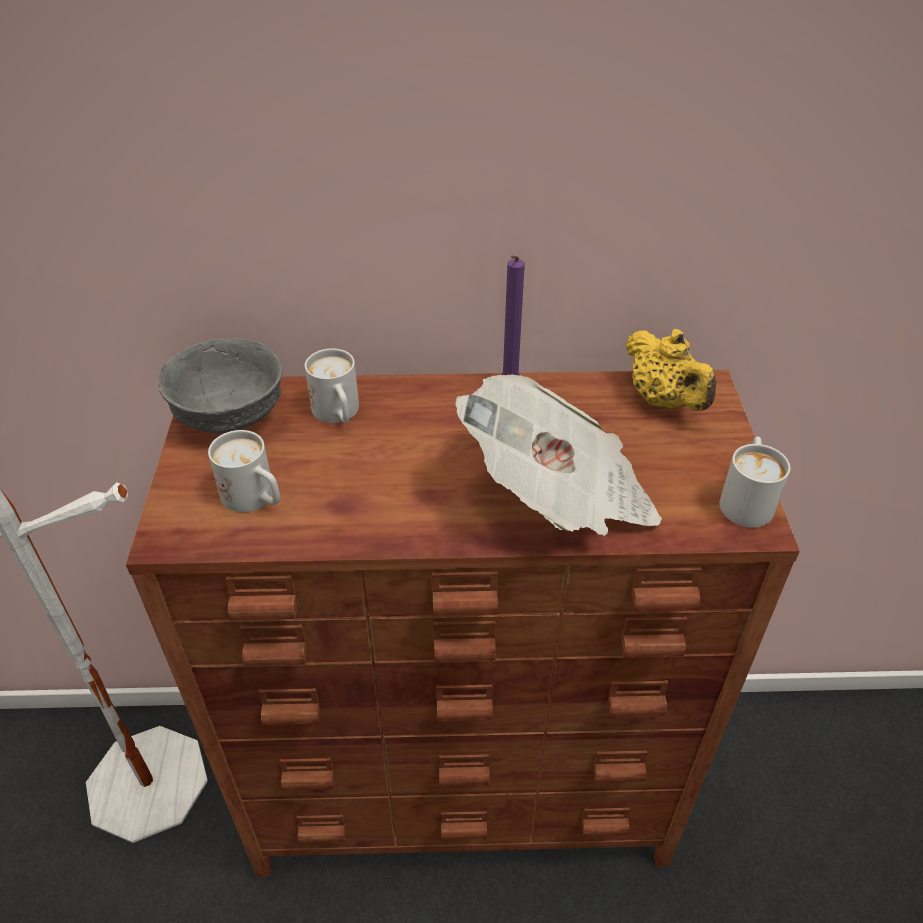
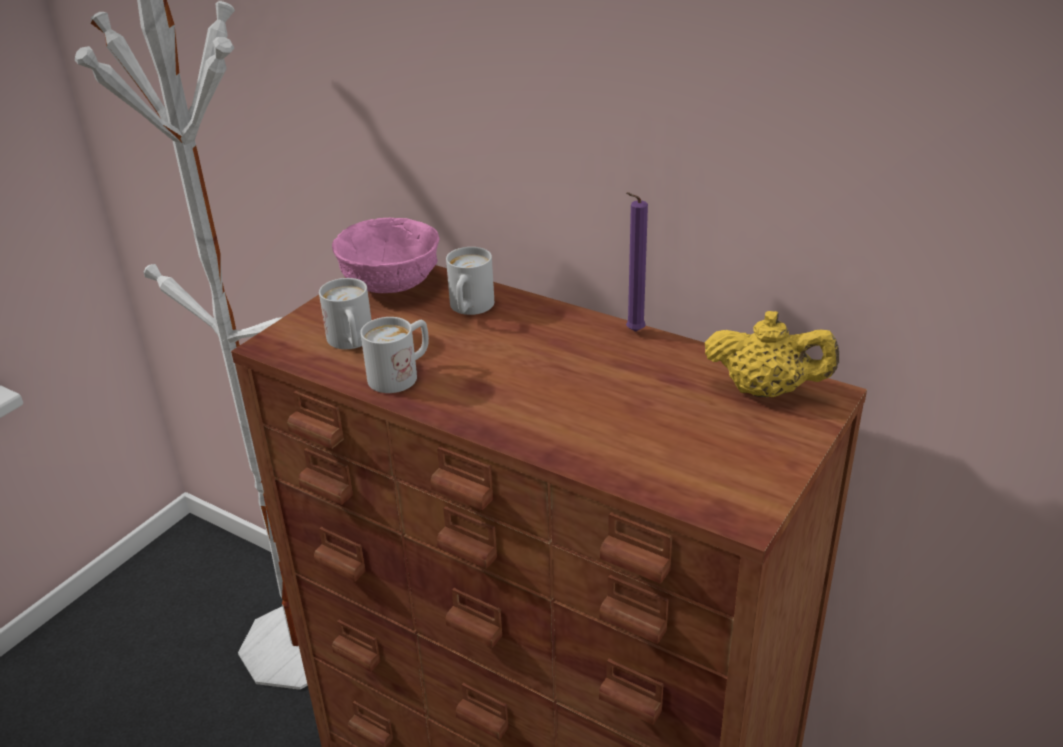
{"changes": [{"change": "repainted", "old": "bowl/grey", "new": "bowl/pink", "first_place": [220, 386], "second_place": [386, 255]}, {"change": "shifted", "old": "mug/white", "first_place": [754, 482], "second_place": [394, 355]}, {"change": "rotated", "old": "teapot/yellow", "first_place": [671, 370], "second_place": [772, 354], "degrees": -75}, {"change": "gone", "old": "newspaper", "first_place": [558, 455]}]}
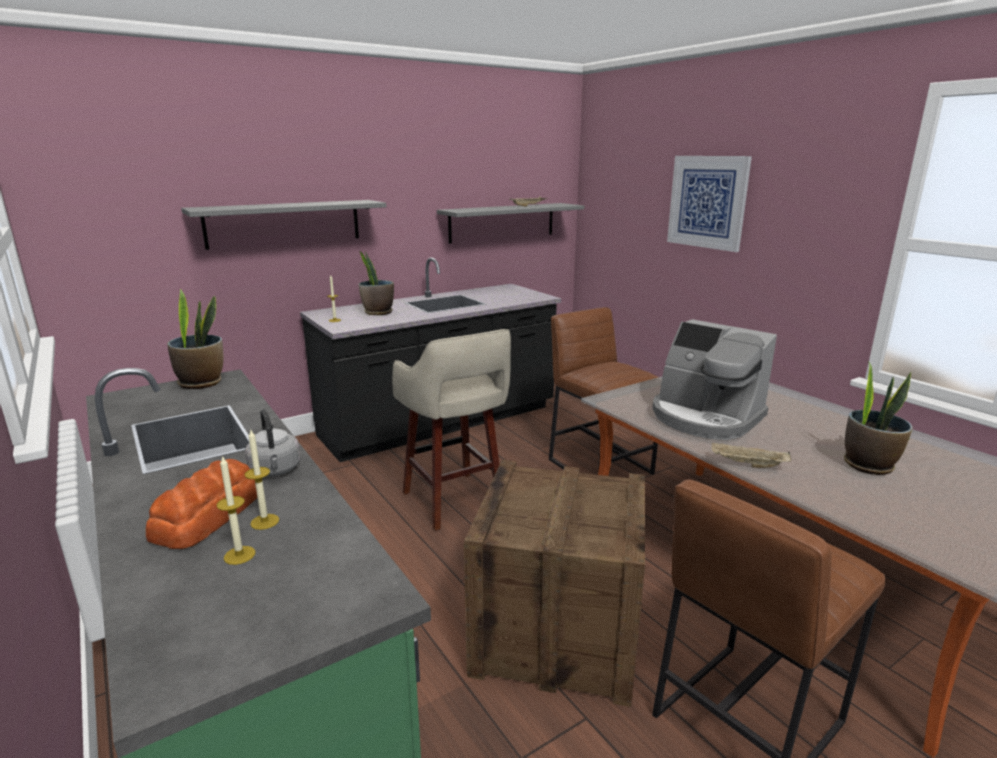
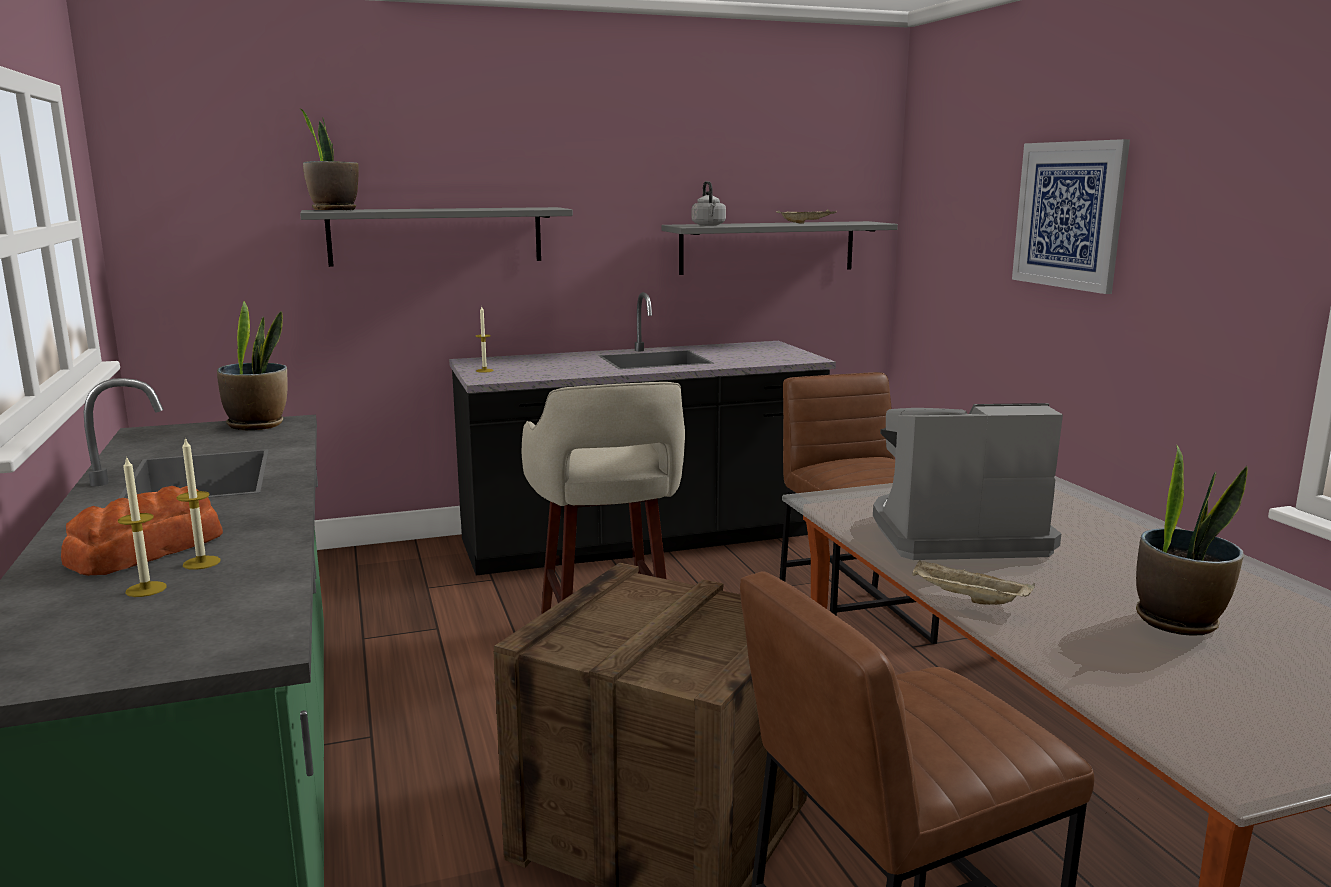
{"changes": [{"change": "shifted", "old": "potted plant", "first_place": [376, 283], "second_place": [329, 159]}, {"change": "shifted", "old": "kettle/grey", "first_place": [272, 442], "second_place": [709, 203]}, {"change": "rotated", "old": "coffee machine", "first_place": [714, 379], "second_place": [968, 481], "degrees": 120}]}
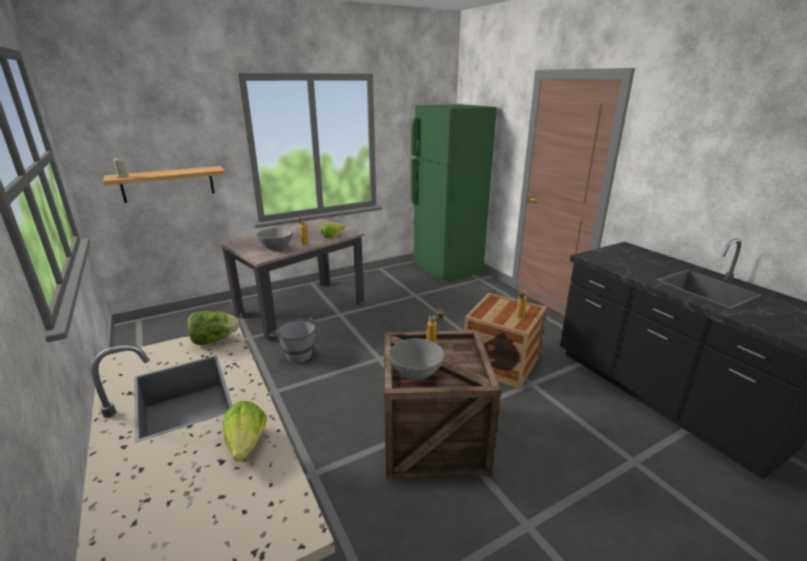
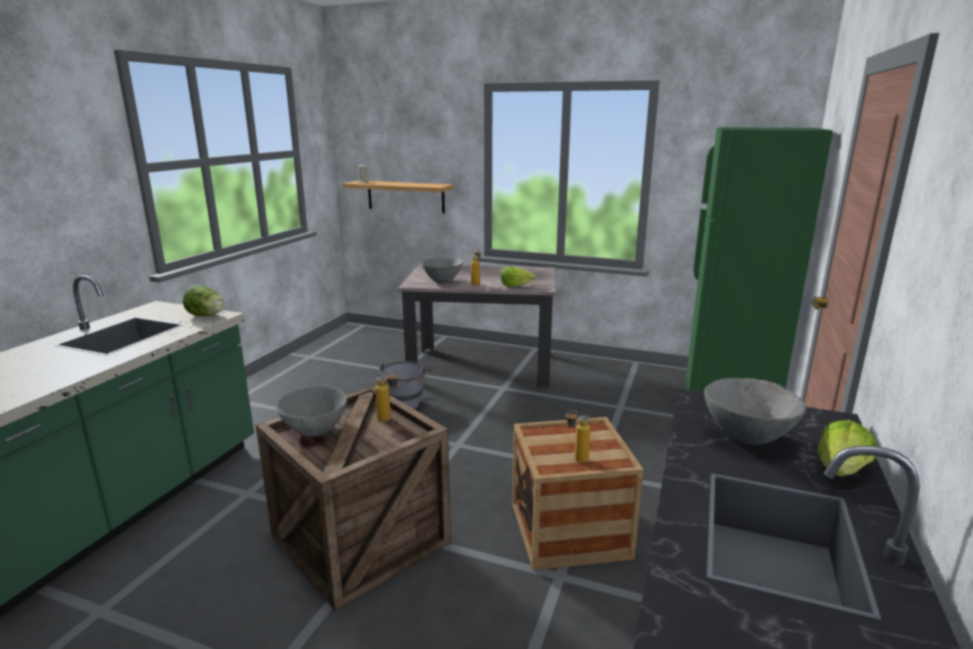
{"changes": [{"change": "new", "new": "bowl/grey", "second_place": [755, 411]}, {"change": "shifted", "old": "lettuce", "first_place": [245, 431], "second_place": [847, 448]}]}
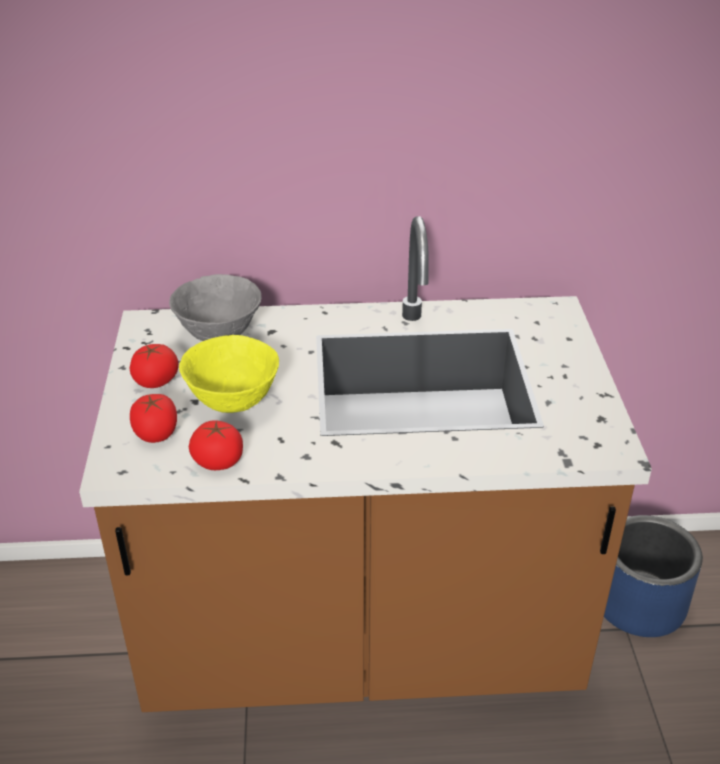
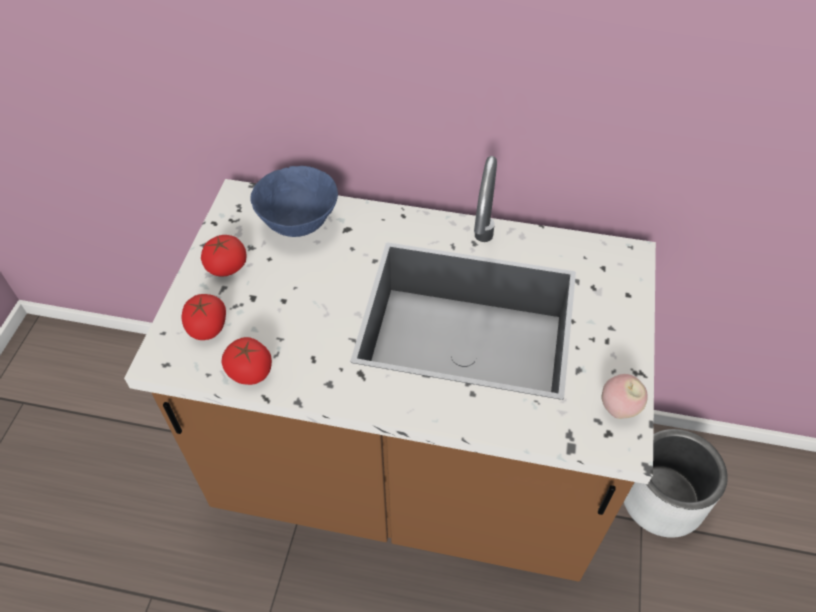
{"changes": [{"change": "repainted", "old": "bowl/grey", "new": "bowl/blue", "first_place": [215, 307], "second_place": [294, 201]}, {"change": "new", "new": "apple", "second_place": [624, 396]}, {"change": "repainted", "old": "planter/blue", "new": "planter/grey", "first_place": [653, 576], "second_place": [676, 483]}, {"change": "gone", "old": "bowl/yellow", "first_place": [229, 374]}]}
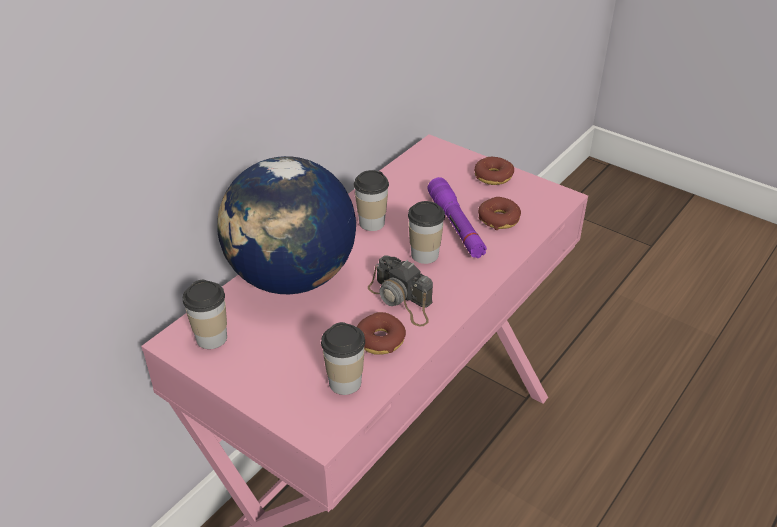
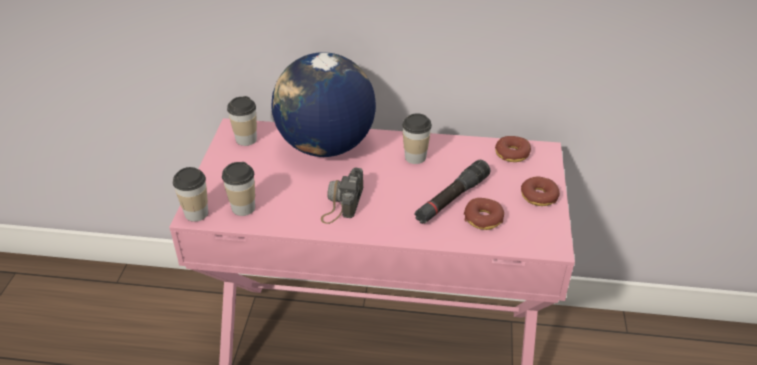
{"changes": [{"change": "shifted", "old": "cup", "first_place": [426, 232], "second_place": [190, 194]}, {"change": "repainted", "old": "flashlight/purple", "new": "flashlight/black", "first_place": [457, 217], "second_place": [453, 192]}, {"change": "shifted", "old": "donut", "first_place": [381, 333], "second_place": [513, 149]}]}
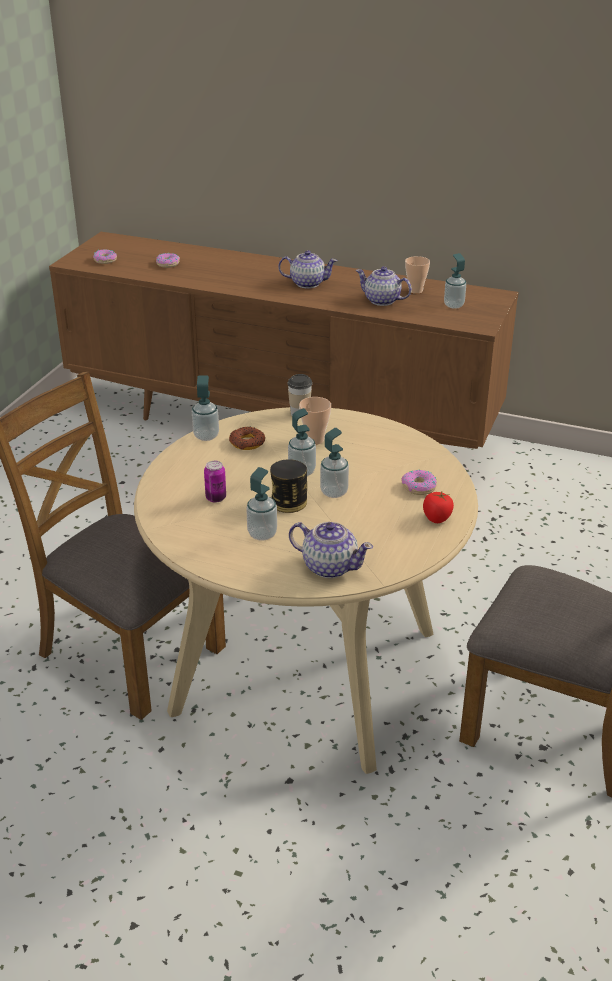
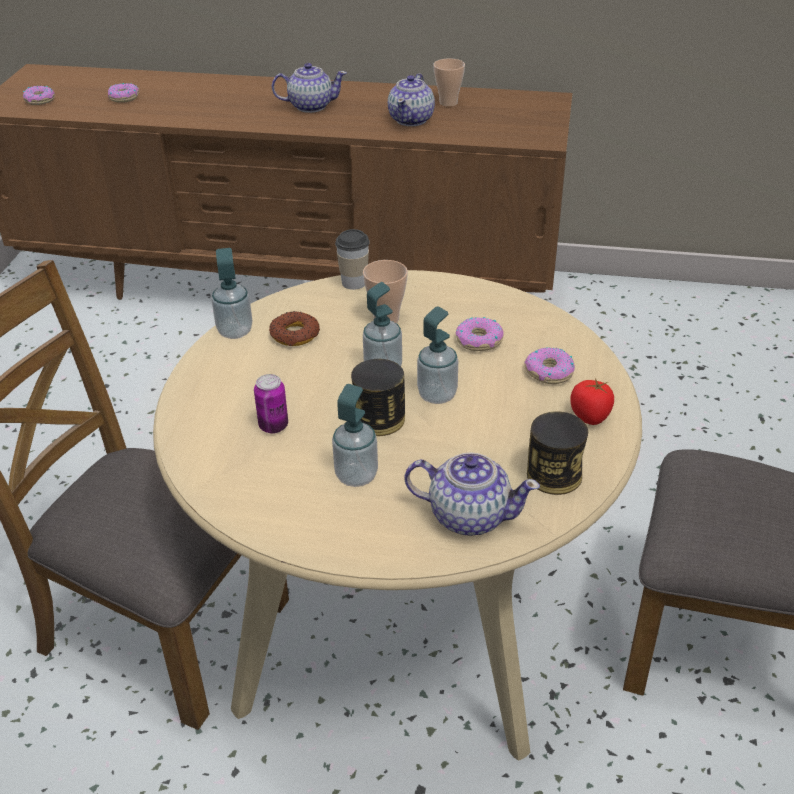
{"changes": [{"change": "rotated", "old": "teapot", "first_place": [384, 286], "second_place": [411, 99], "degrees": -90}, {"change": "new", "new": "donut", "second_place": [480, 334]}, {"change": "new", "new": "can", "second_place": [557, 453]}, {"change": "gone", "old": "soap dispenser", "first_place": [455, 281]}]}
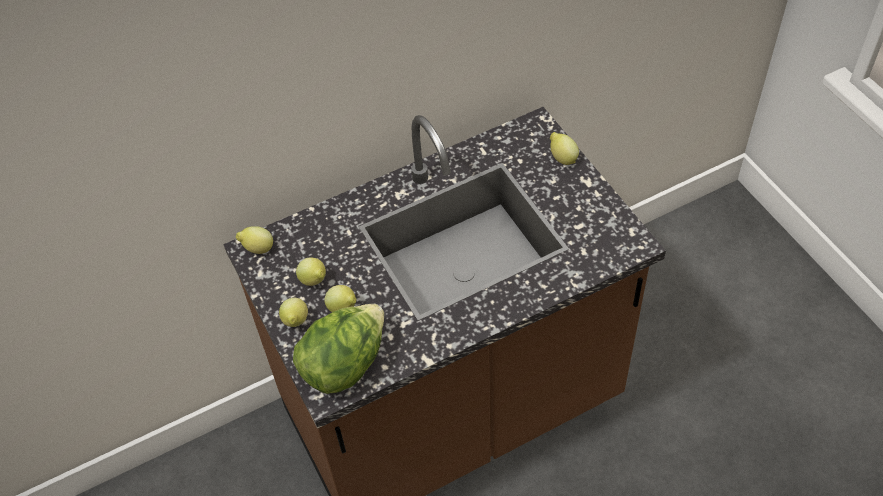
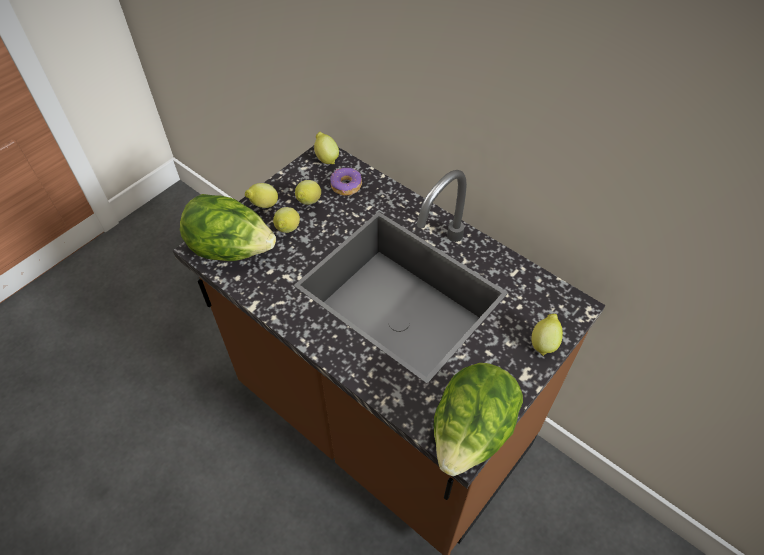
{"changes": [{"change": "new", "new": "donut", "second_place": [346, 182]}, {"change": "new", "new": "lettuce", "second_place": [478, 419]}]}
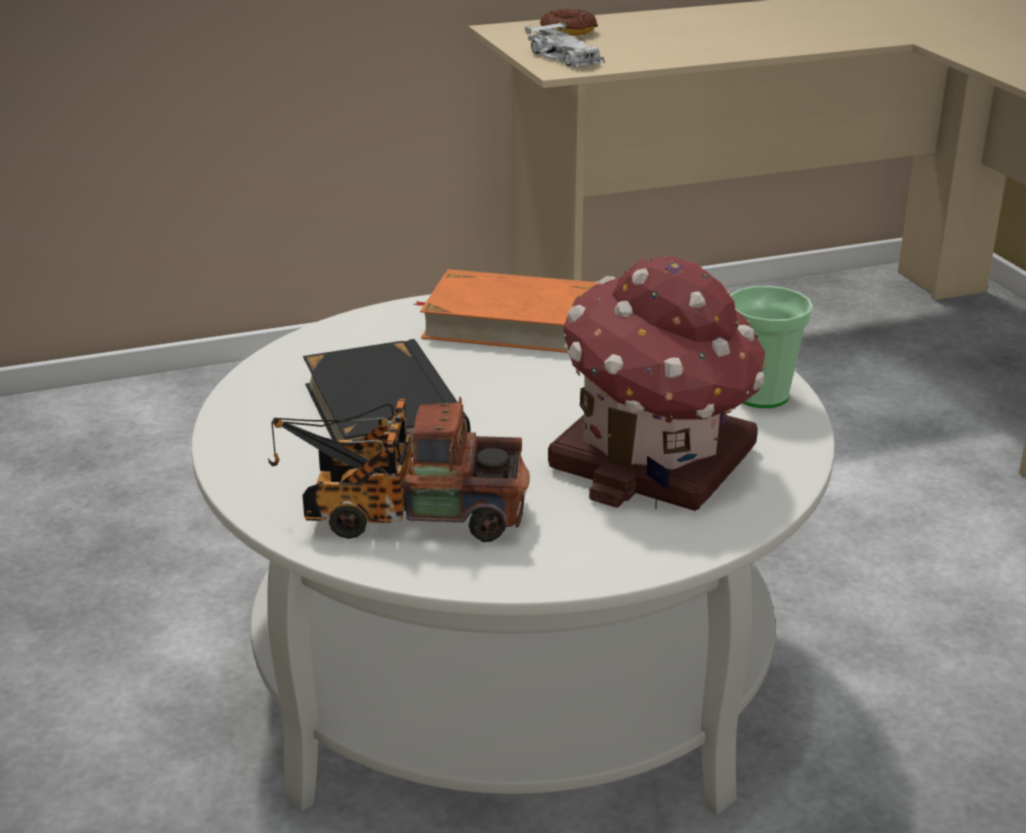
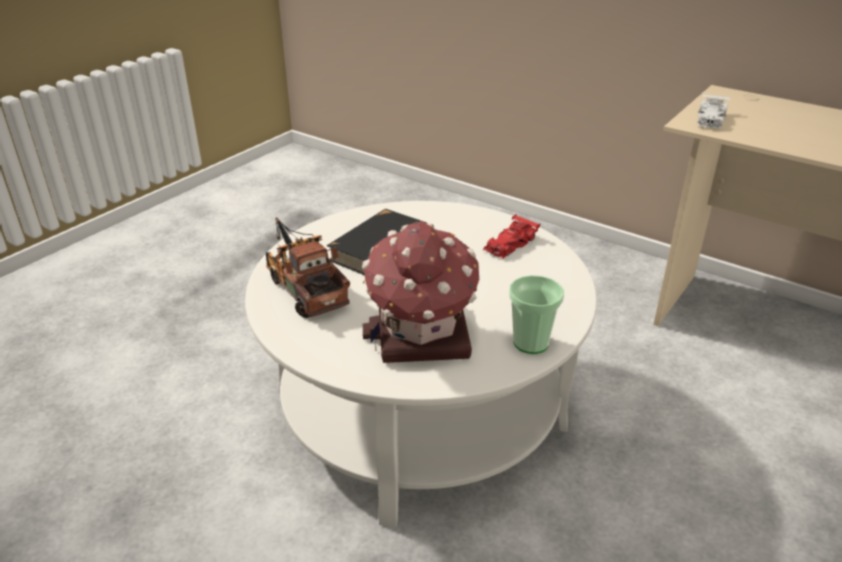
{"changes": [{"change": "swapped", "old": "book/orange", "new": "toy car/red", "first_place": [506, 311], "second_place": [512, 236]}, {"change": "gone", "old": "donut", "first_place": [569, 22]}]}
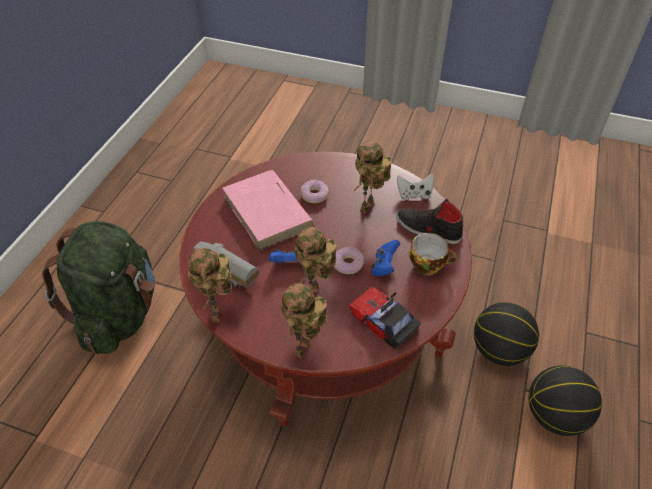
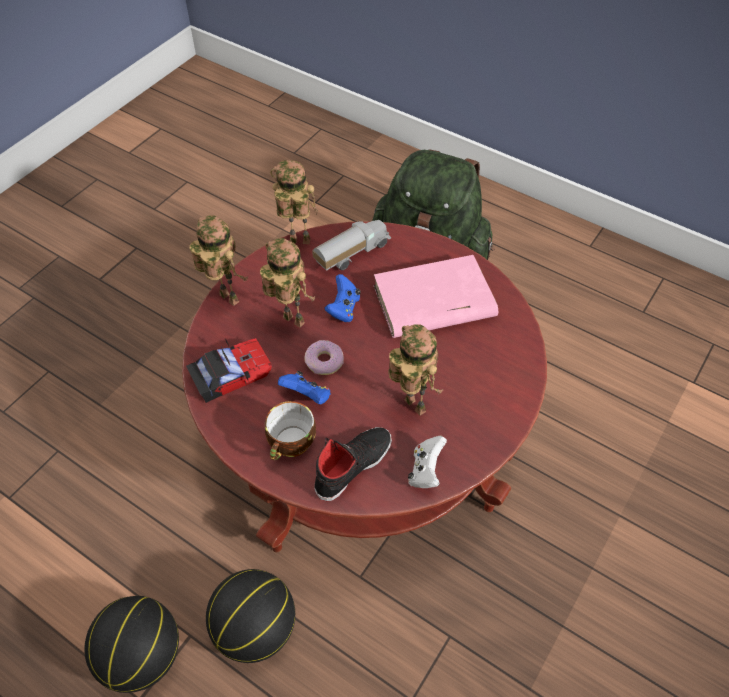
{"changes": [{"change": "gone", "old": "donut", "first_place": [315, 191]}]}
